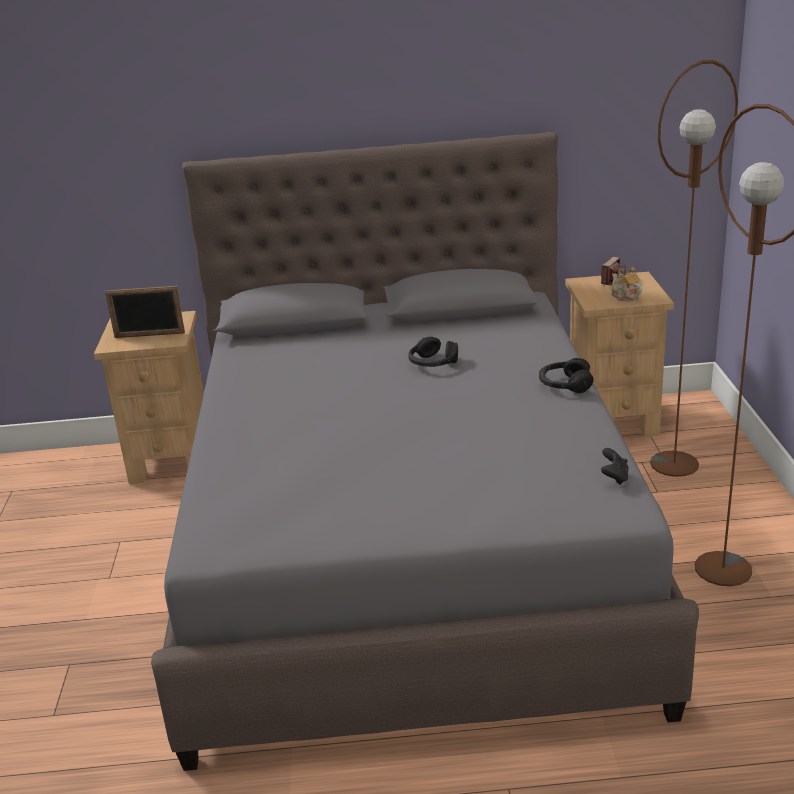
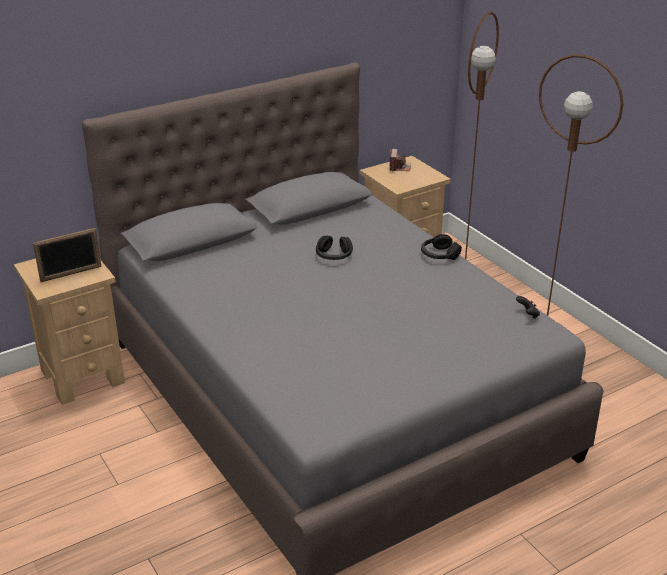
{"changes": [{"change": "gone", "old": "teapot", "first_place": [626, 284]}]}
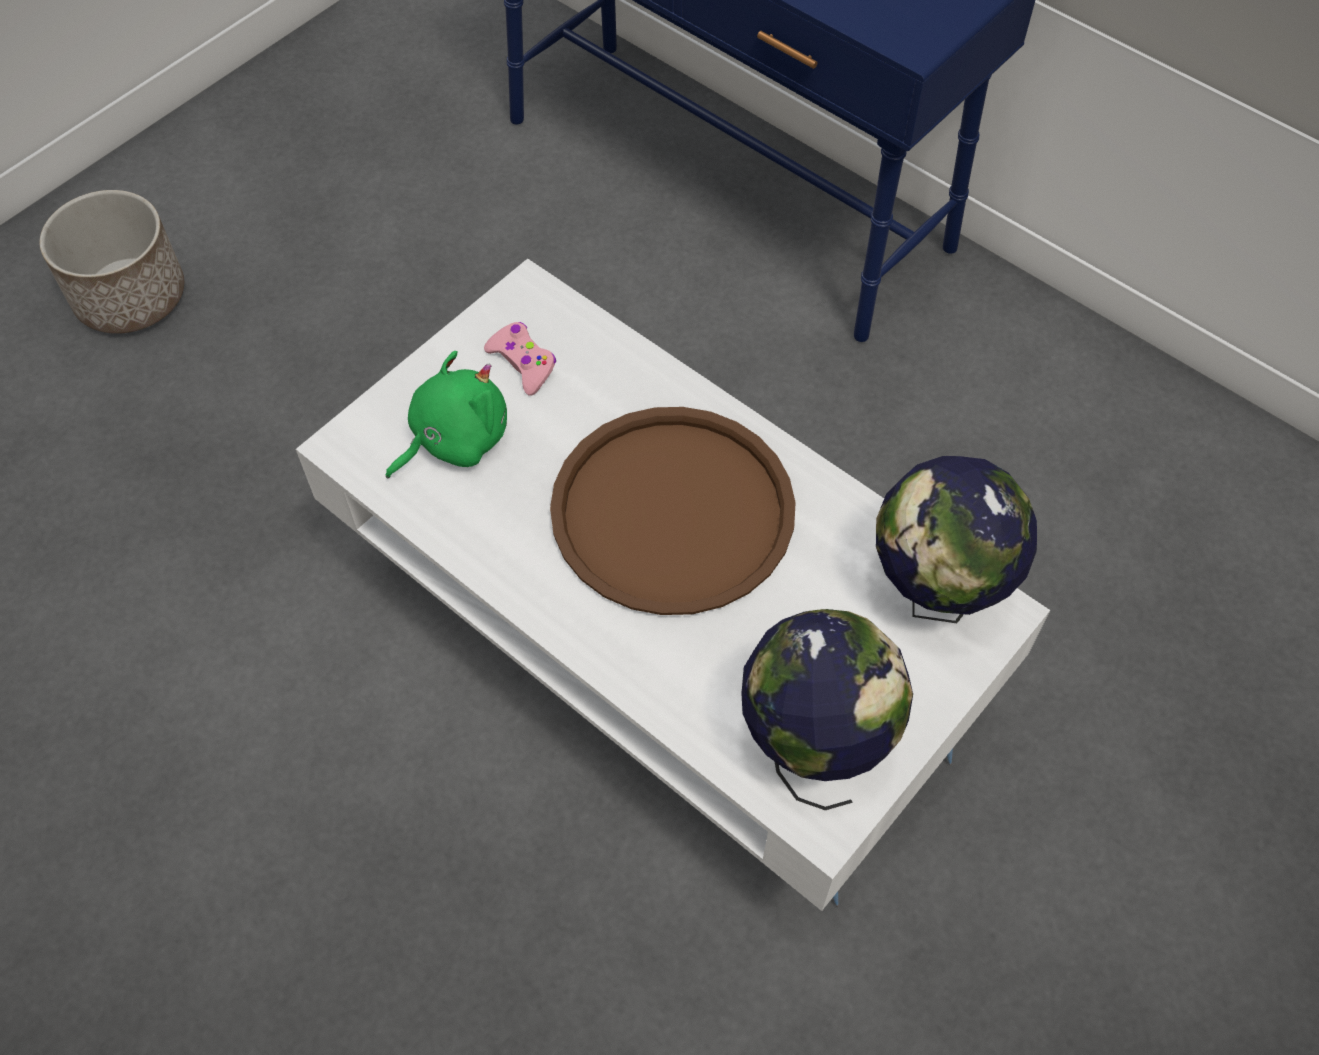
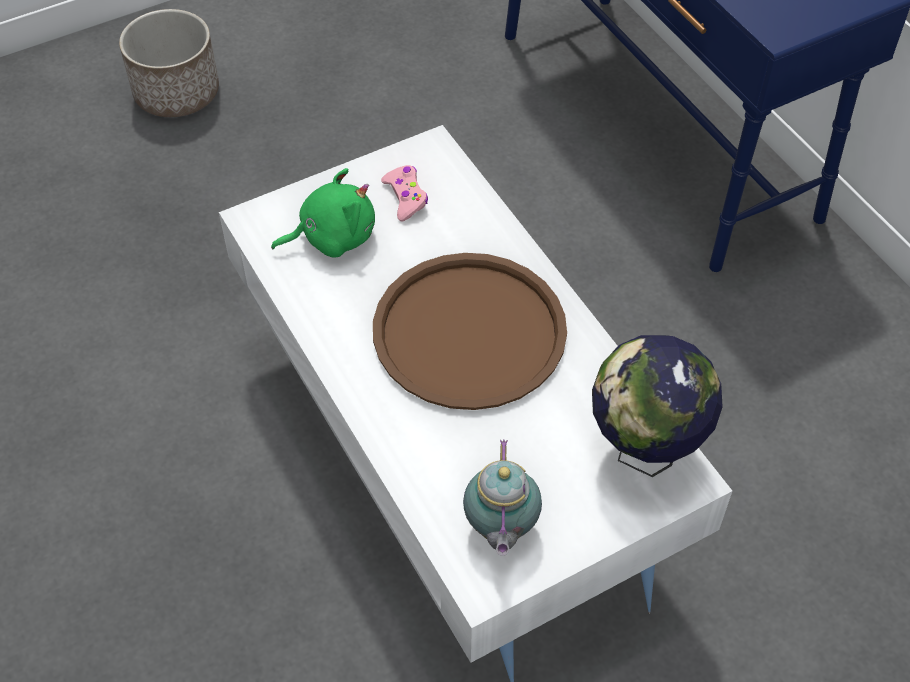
{"changes": [{"change": "swapped", "old": "globe", "new": "teapot", "first_place": [827, 709], "second_place": [502, 497]}]}
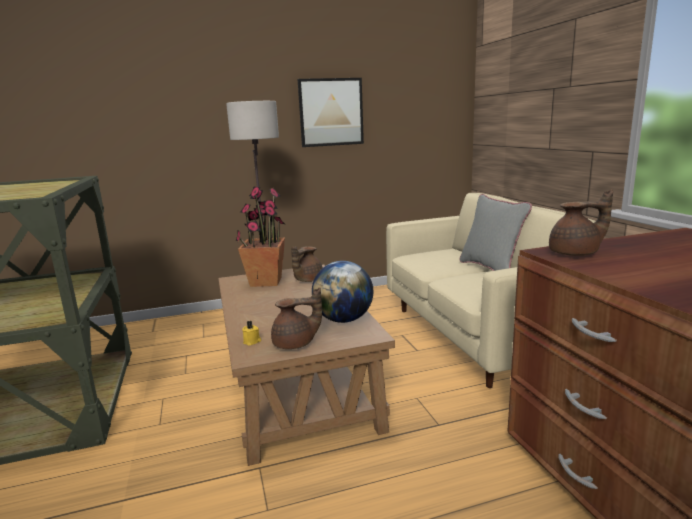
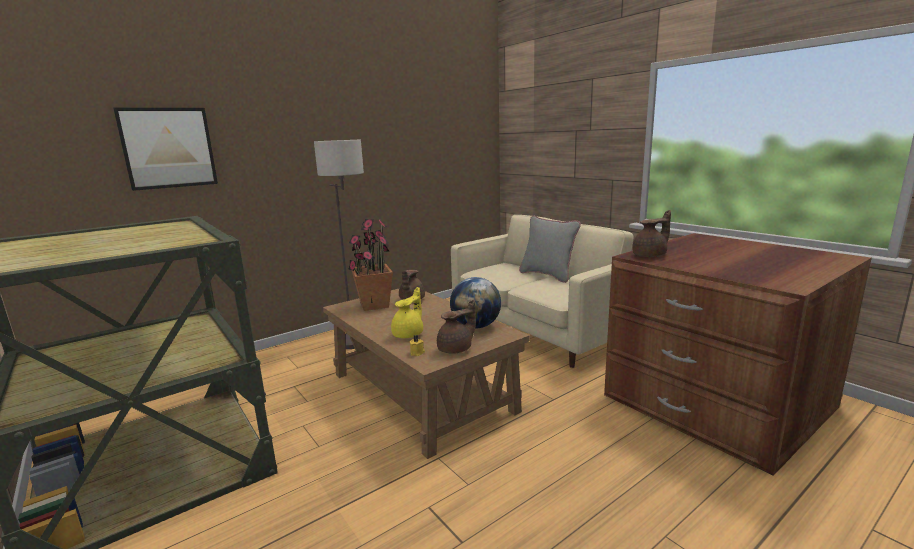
{"changes": [{"change": "shifted", "old": "picture", "first_place": [331, 112], "second_place": [165, 149]}, {"change": "new", "new": "teapot/yellow", "second_place": [407, 312]}]}
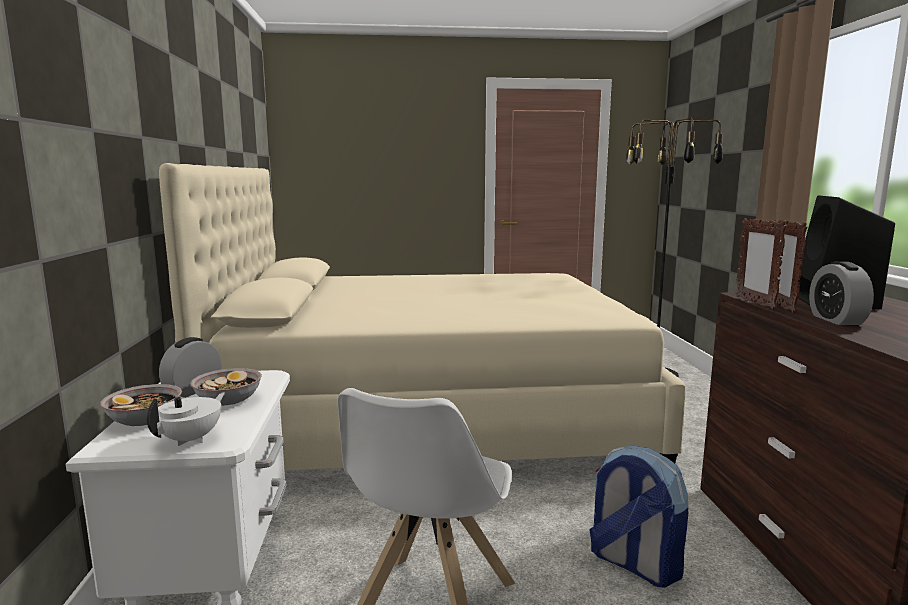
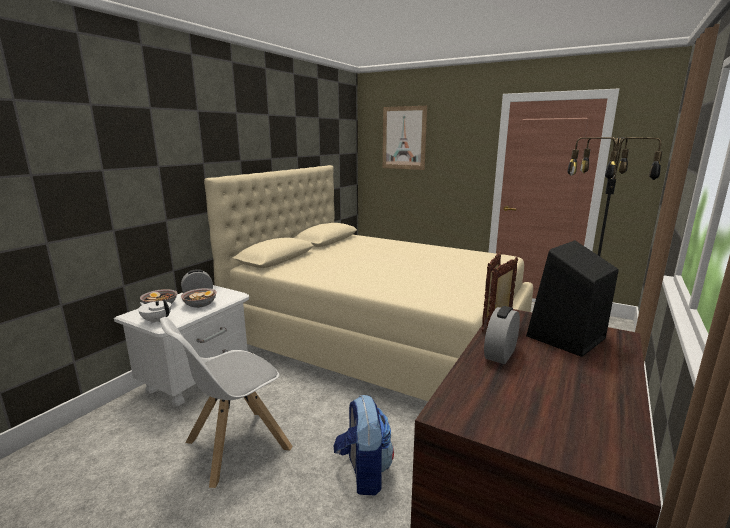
{"changes": [{"change": "rotated", "old": "teapot/white", "first_place": [186, 419], "second_place": [154, 311], "degrees": -120}, {"change": "new", "new": "picture", "second_place": [405, 138]}]}
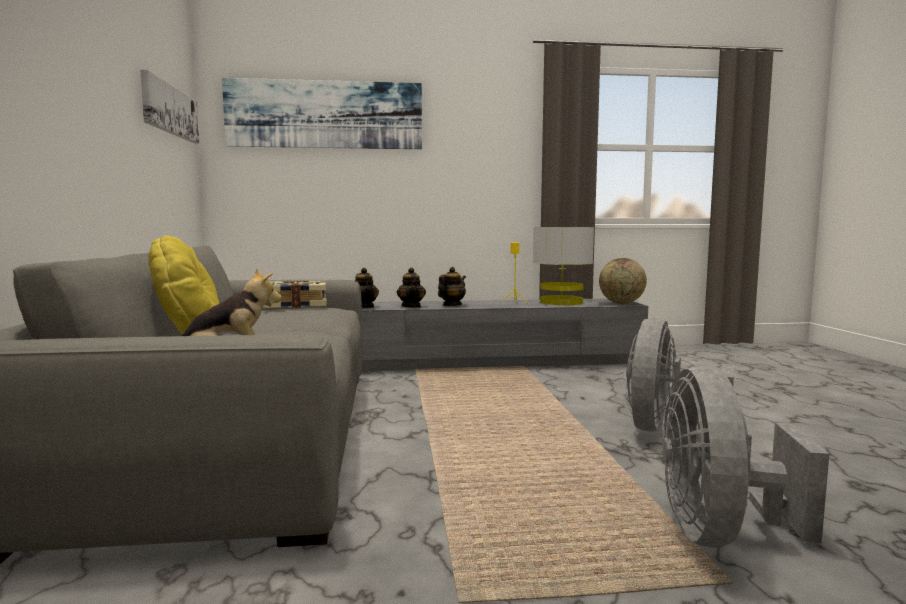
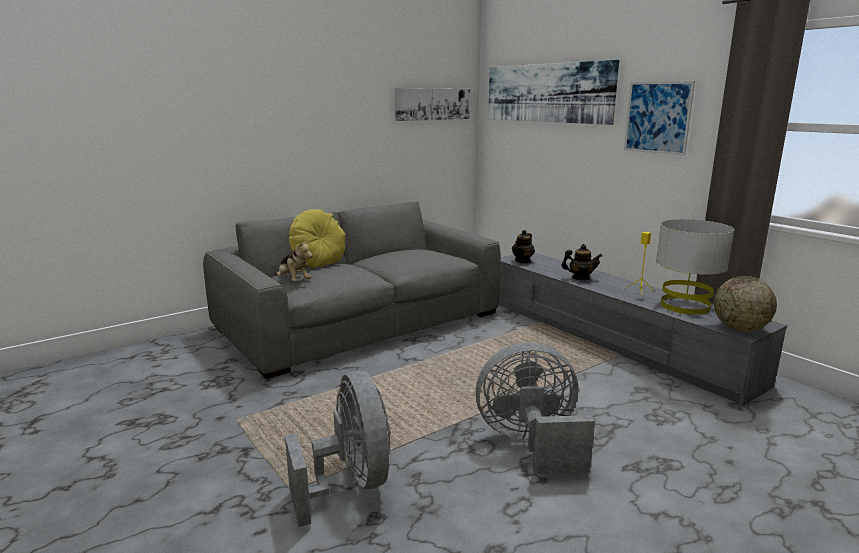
{"changes": [{"change": "rotated", "old": "fan/grey", "first_place": [745, 457], "second_place": [338, 449], "degrees": 90}, {"change": "new", "new": "picture", "second_place": [659, 118]}, {"change": "gone", "old": "book", "first_place": [295, 294]}, {"change": "gone", "old": "teapot", "first_place": [411, 287]}]}
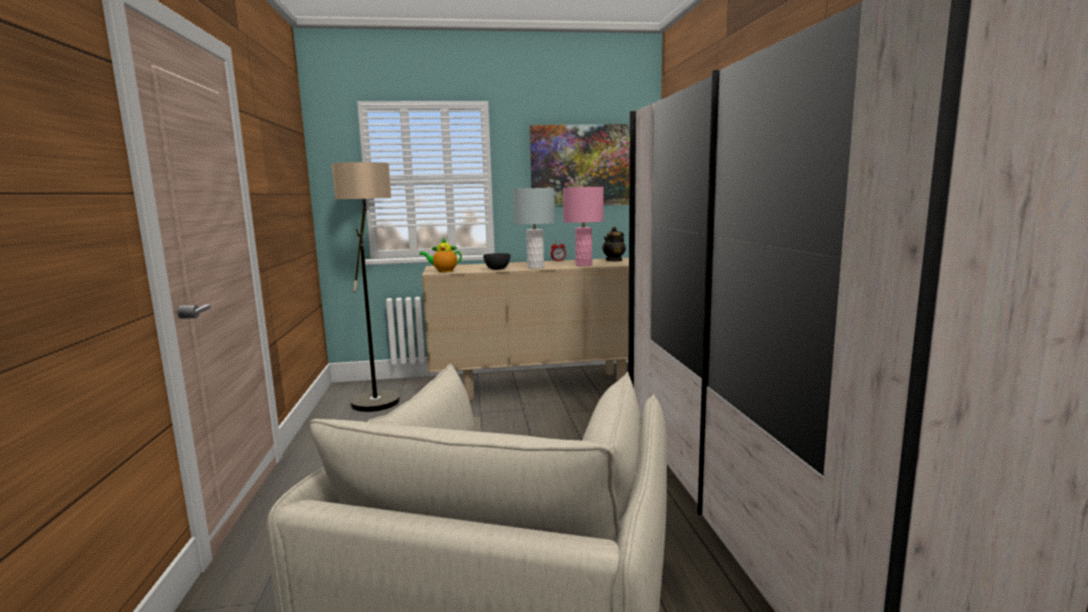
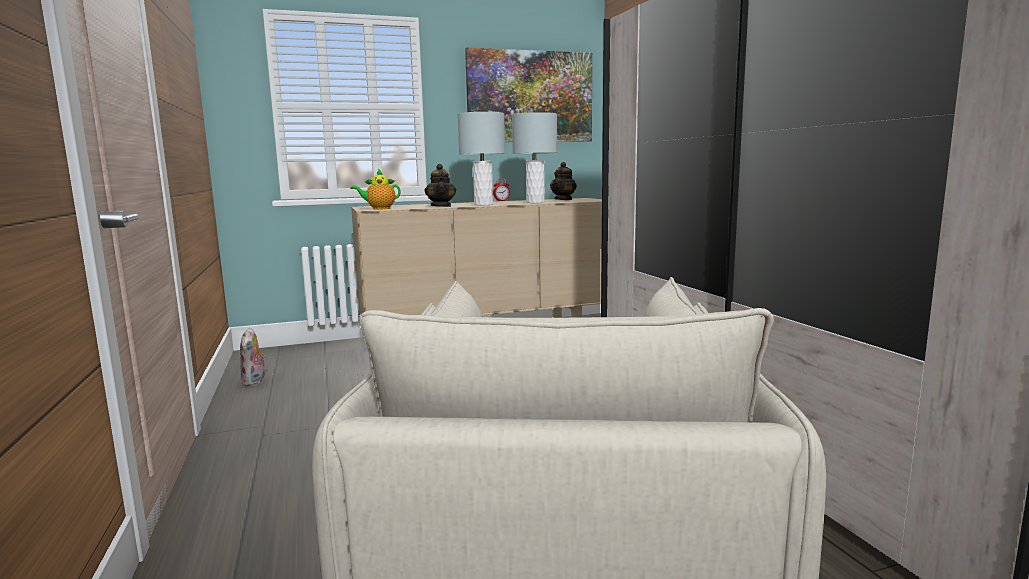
{"changes": [{"change": "new", "new": "plush toy", "second_place": [253, 356]}, {"change": "swapped", "old": "bowl/grey", "new": "teapot", "first_place": [496, 261], "second_place": [440, 185]}, {"change": "repainted", "old": "table lamp/pink", "new": "table lamp/grey", "first_place": [583, 226], "second_place": [534, 157]}, {"change": "gone", "old": "floor lamp", "first_place": [366, 287]}]}
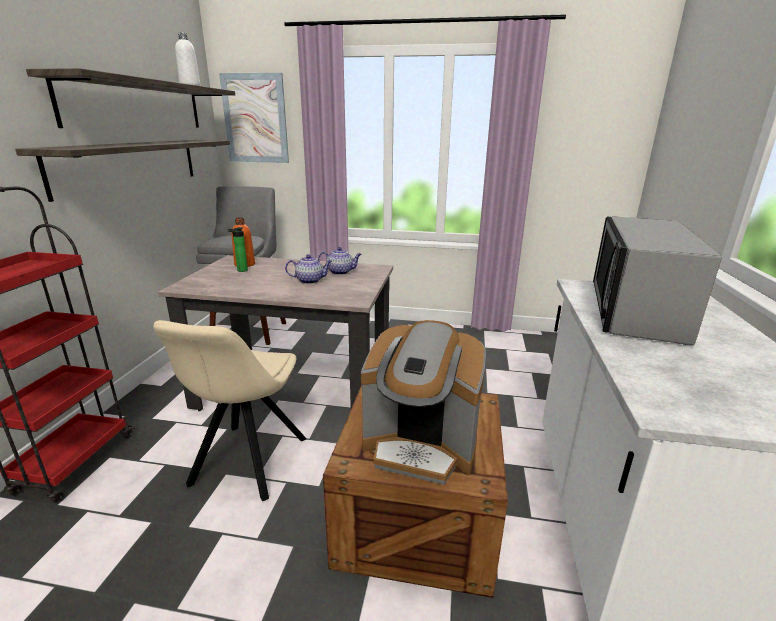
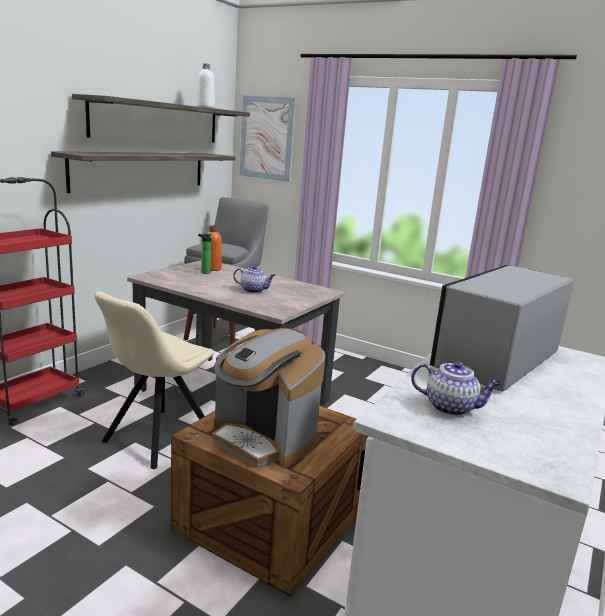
{"changes": [{"change": "shifted", "old": "teapot", "first_place": [340, 261], "second_place": [456, 388]}]}
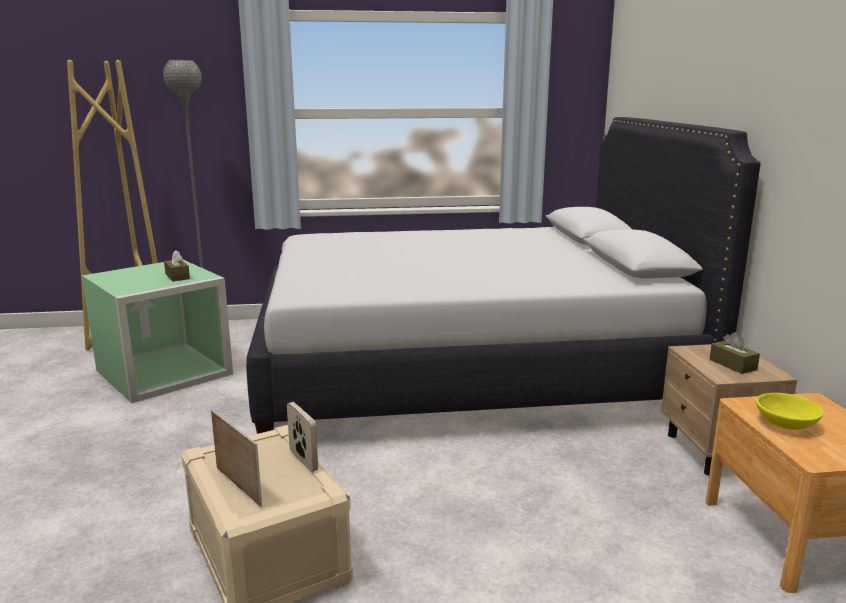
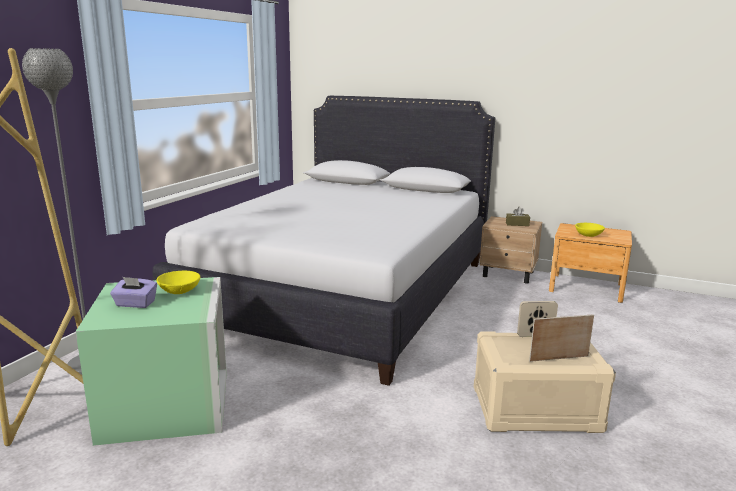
{"changes": [{"change": "new", "new": "tissue box/purple", "second_place": [133, 292]}, {"change": "swapped", "old": "tissue box/brown", "new": "bowl/yellow", "first_place": [177, 265], "second_place": [178, 282]}]}
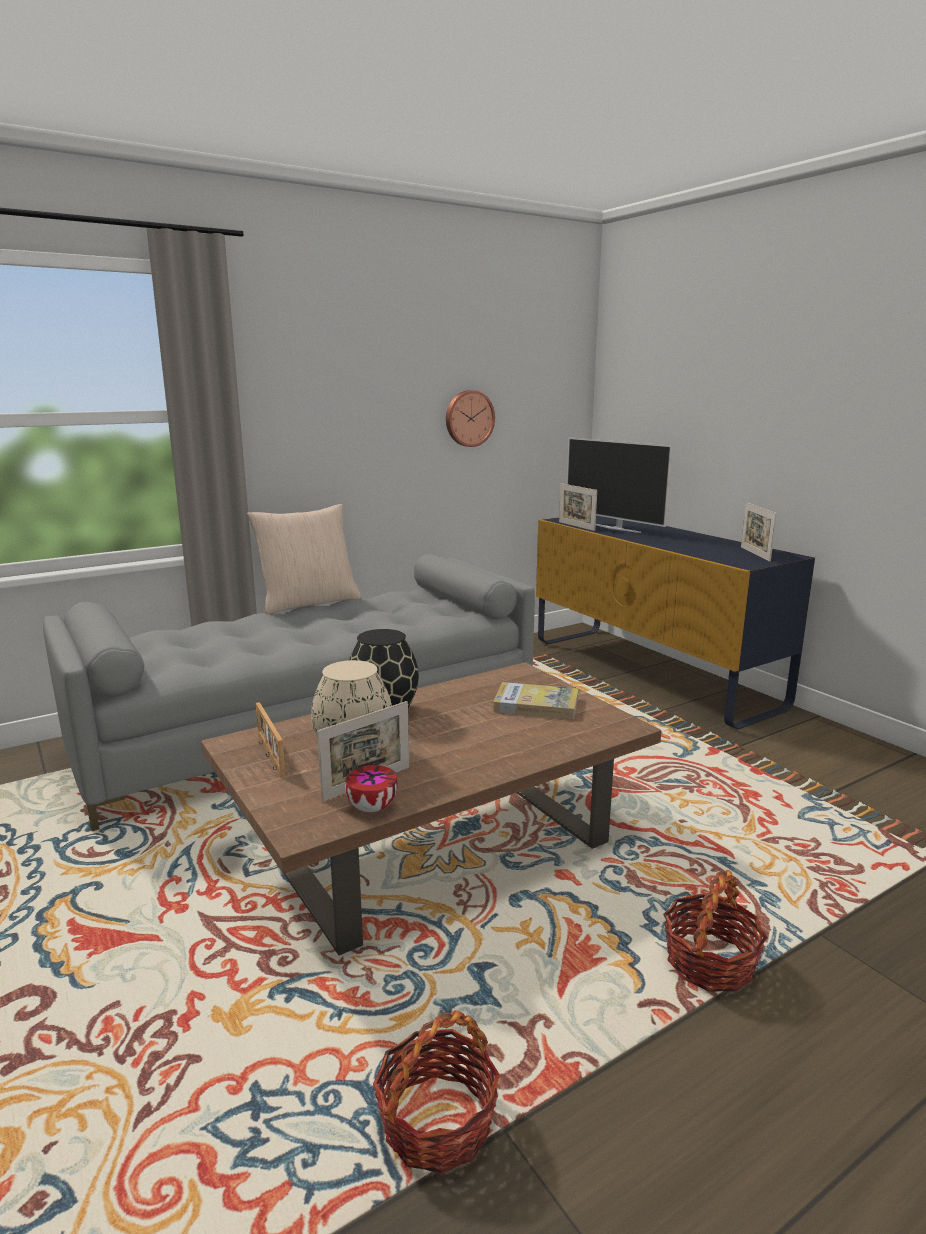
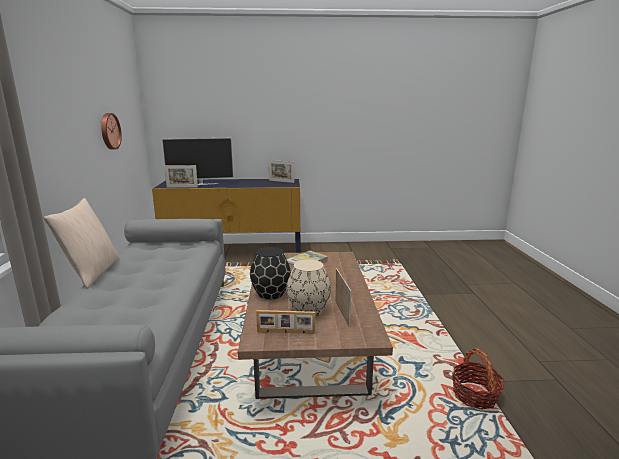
{"changes": [{"change": "gone", "old": "bowl", "first_place": [371, 788]}, {"change": "gone", "old": "basket", "first_place": [715, 931]}]}
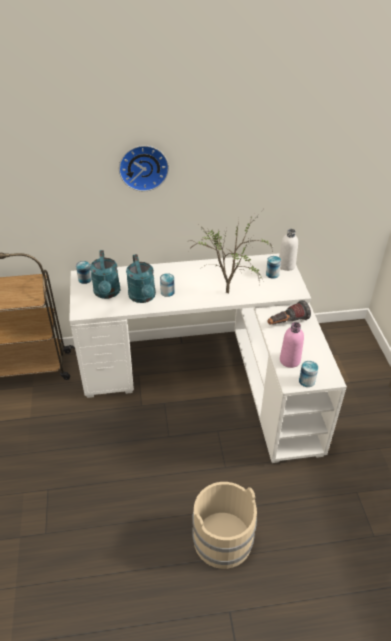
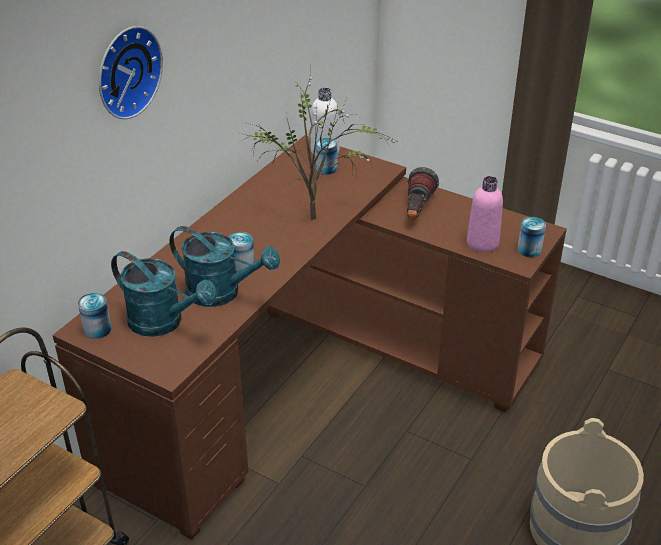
{"changes": [{"change": "repainted", "old": "desk/white", "new": "desk/brown", "first_place": [208, 358], "second_place": [310, 337]}]}
